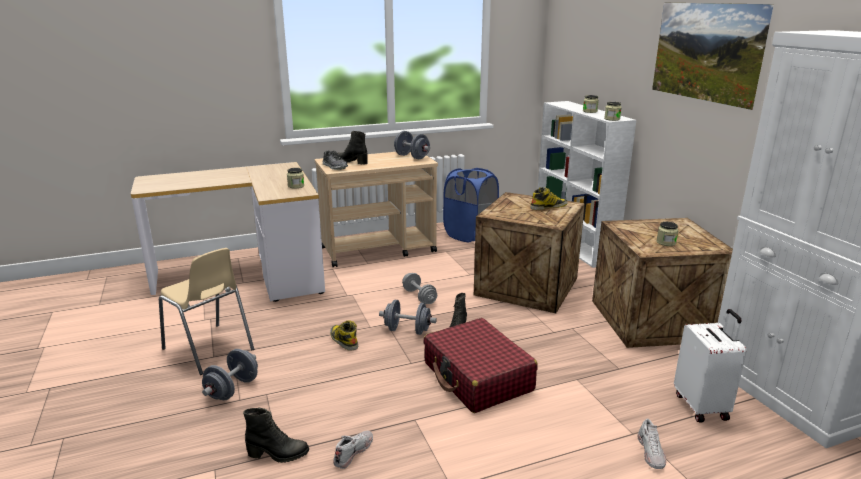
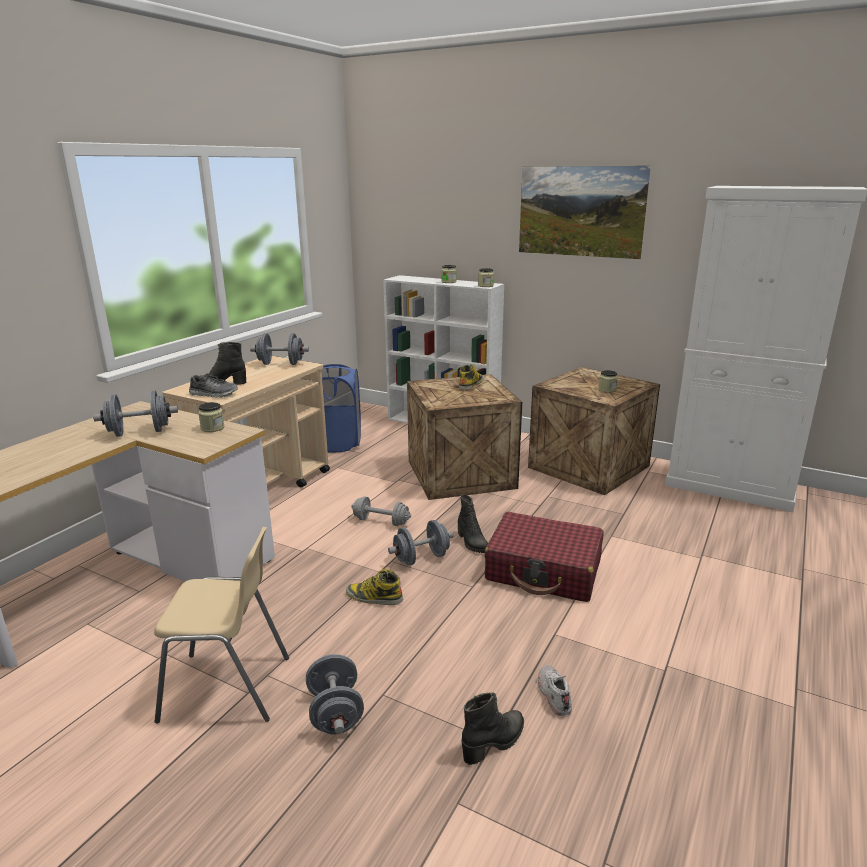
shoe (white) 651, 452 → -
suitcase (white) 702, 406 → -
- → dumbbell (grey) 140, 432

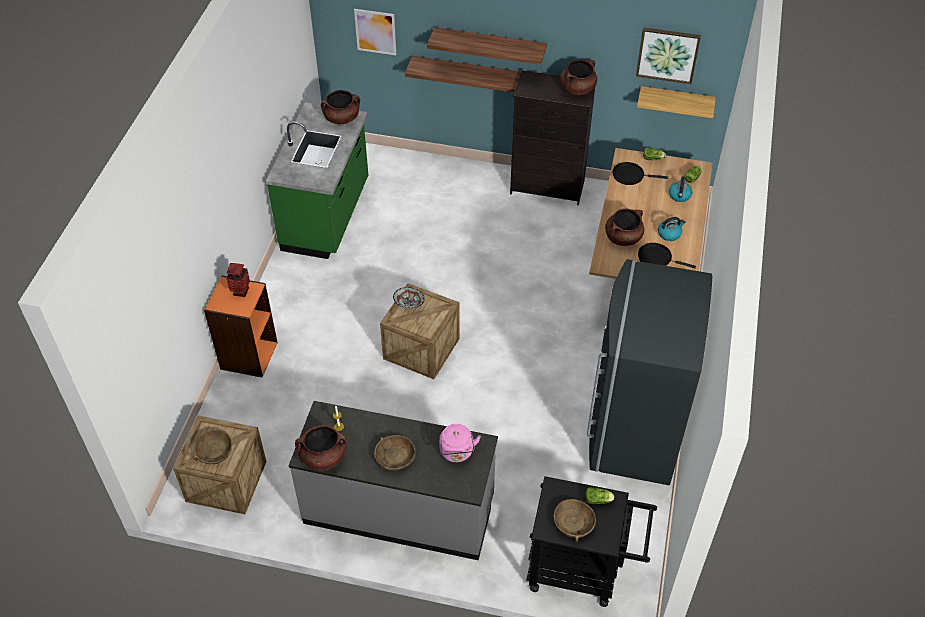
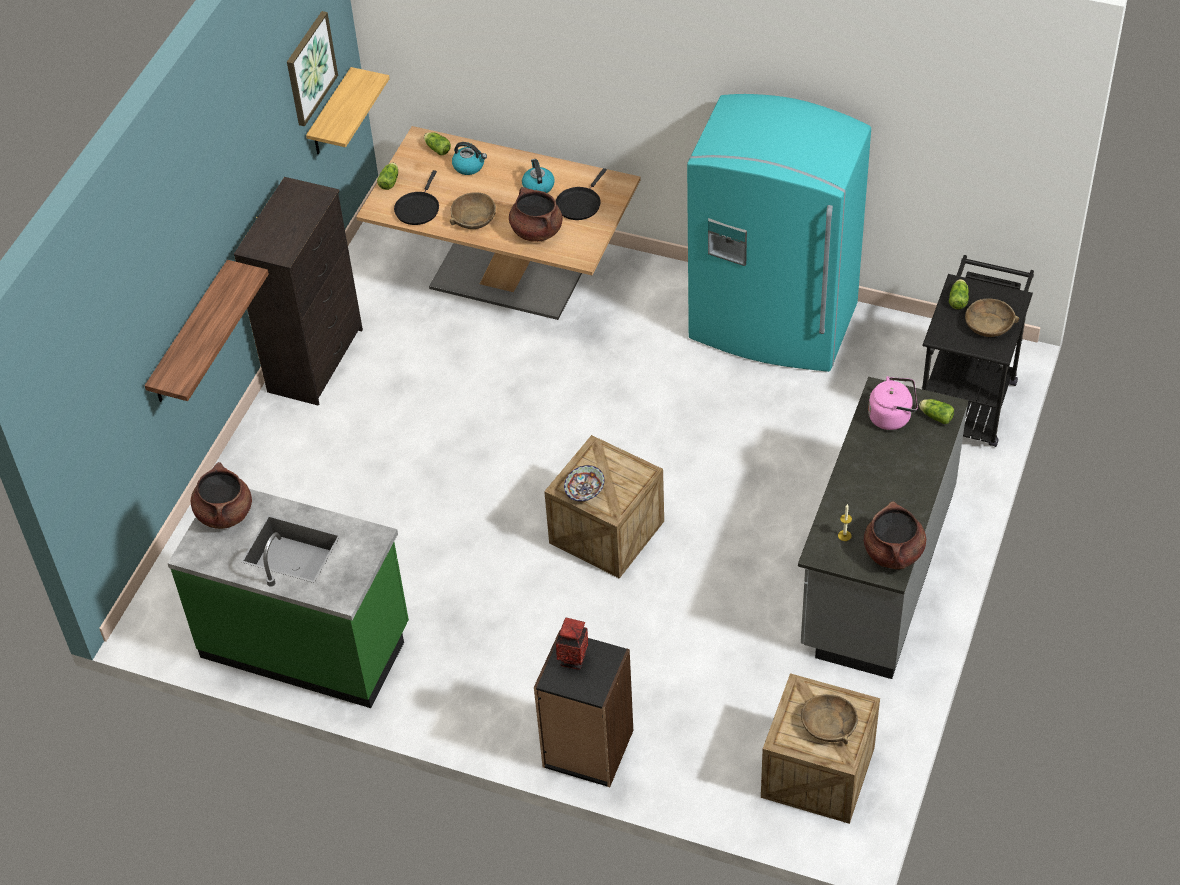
picture 375, 32 → -
shelf 489, 45 → -
cooking pot (brown) 577, 89 → -
- → lettuce 935, 416
bowl (brown) 394, 457 → bowl (brown) 473, 217, move
bookcase (orange) 248, 355 → bookcase (black) 587, 749
fridge (grey) 633, 431 → fridge (turquoise) 772, 324

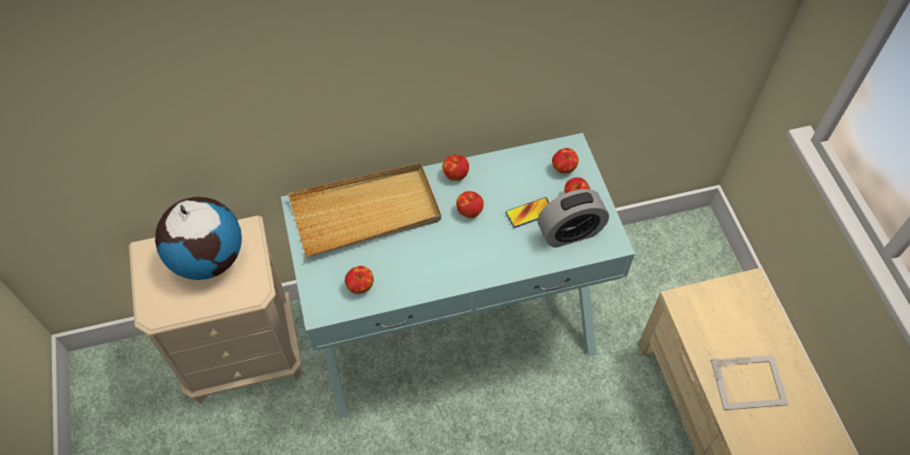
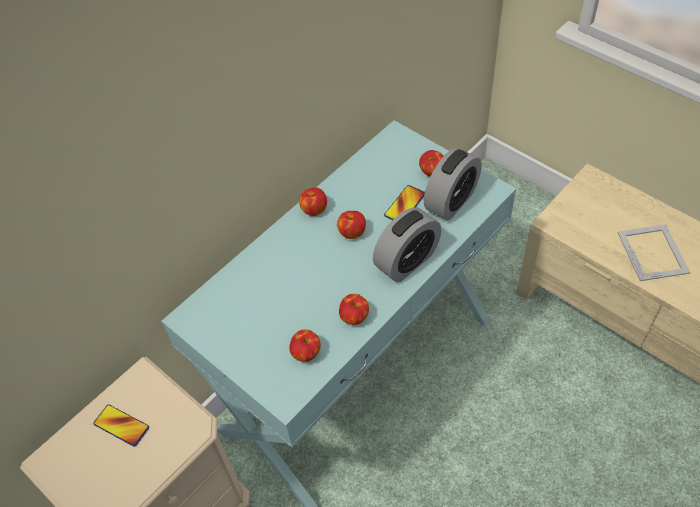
tray (beige) 366, 213 → -
- → alarm clock 407, 261
apple 564, 168 → apple 354, 317, move
globe 209, 258 → phone 121, 426
picture frame 750, 383 → picture frame 653, 251, 60 degrees counterclockwise

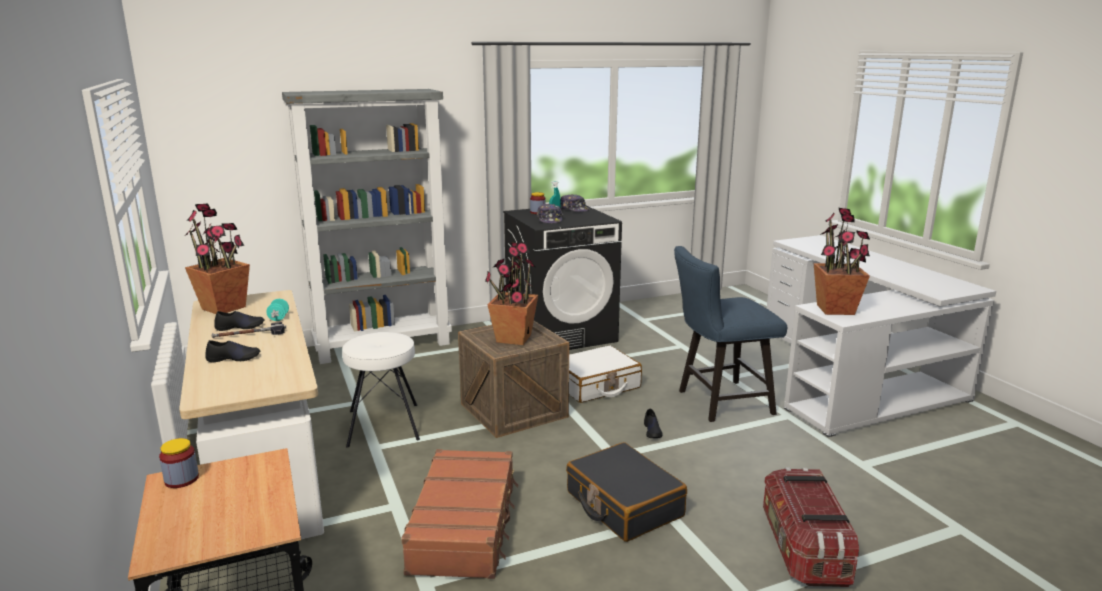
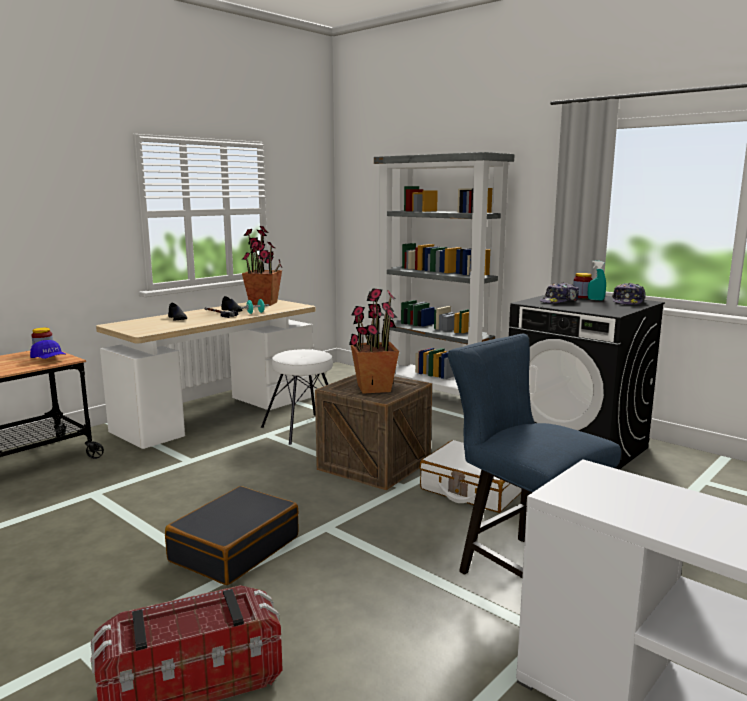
suitcase (brown) 465, 525 → -
shoe (black) 652, 431 → -
potted plant 836, 310 → -
- → cap (blue) 49, 359

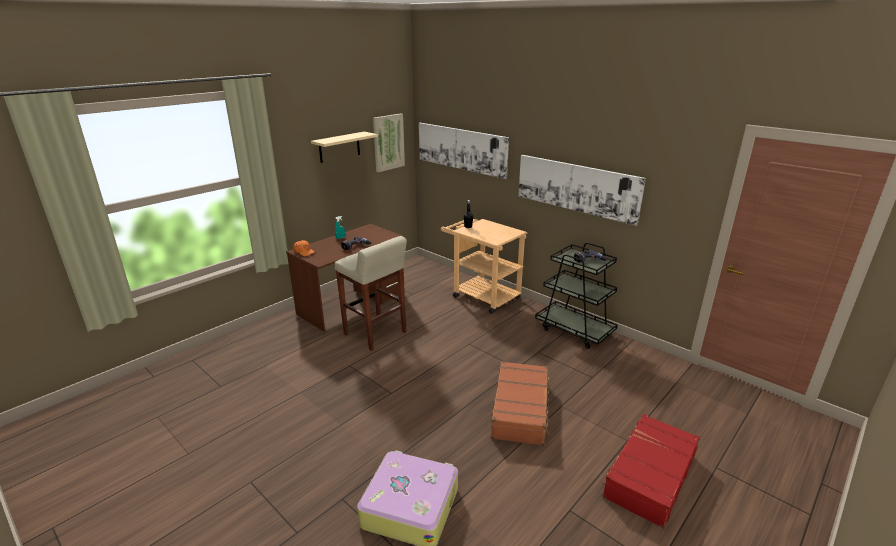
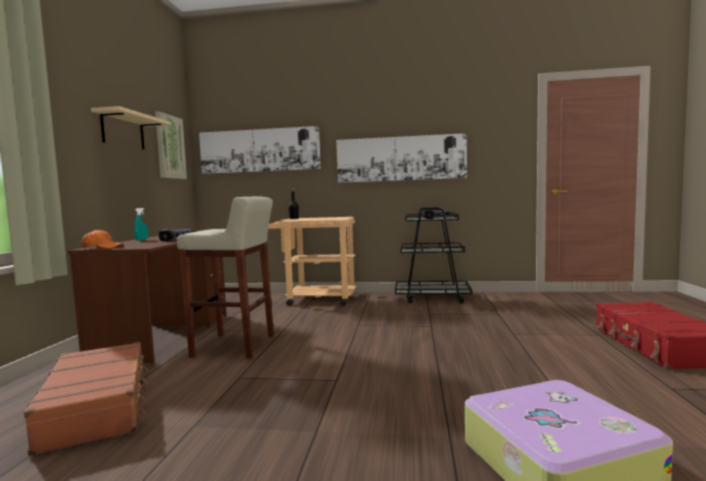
suitcase (brown) 521, 410 → suitcase (brown) 98, 406, move

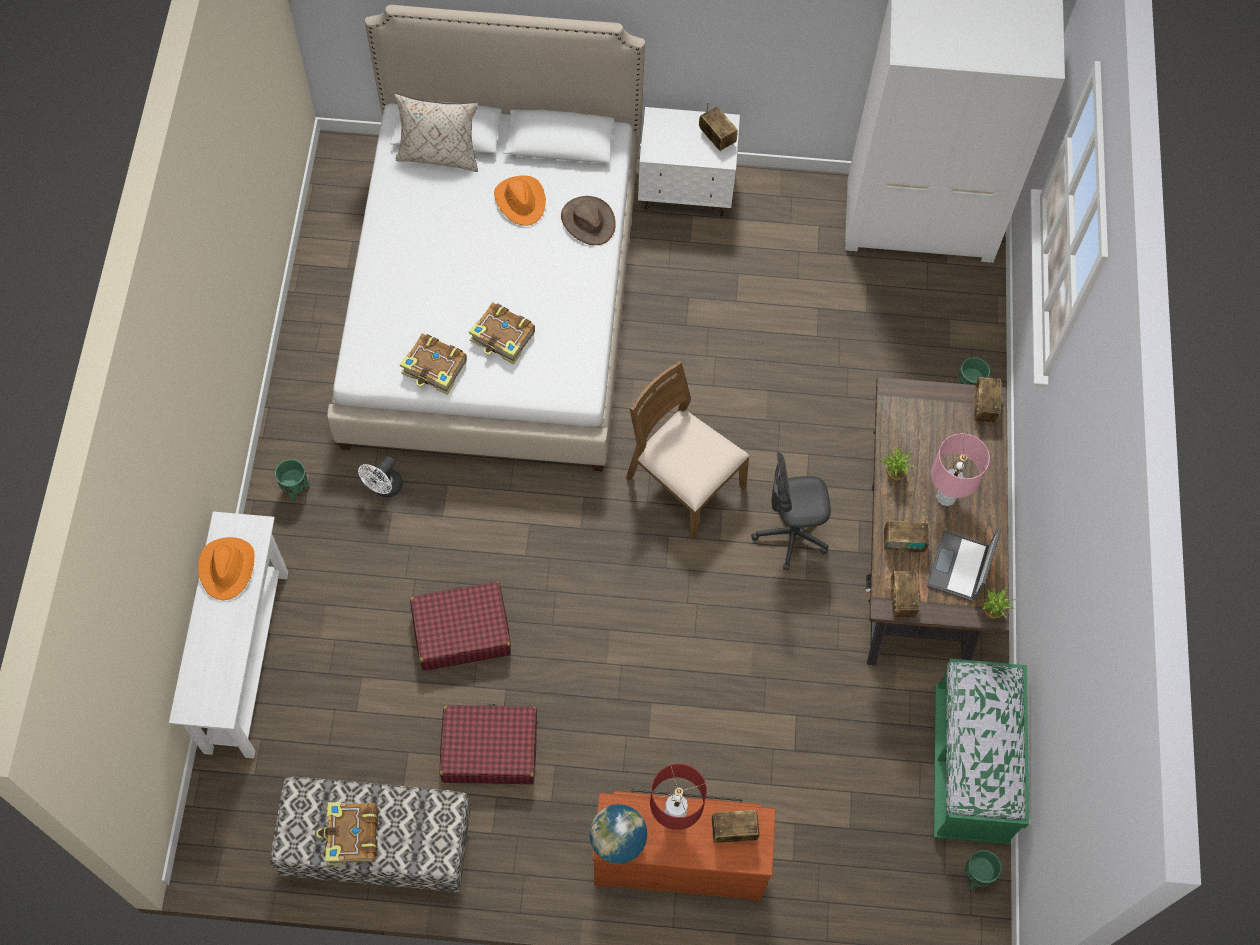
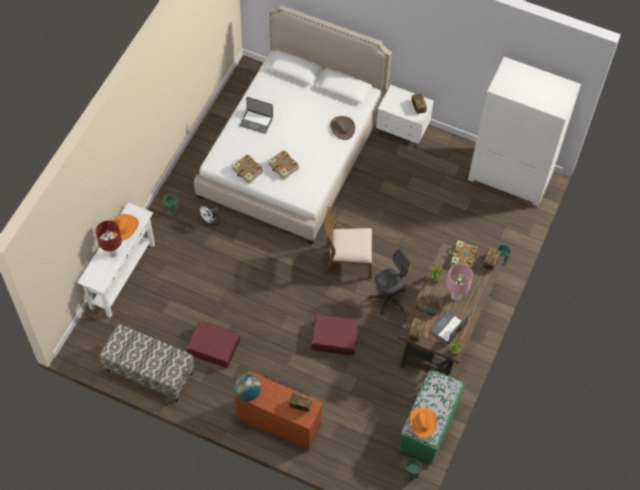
pillow (beige) 439, 155 → -
- → laptop 256, 121
book 351, 836 → book 462, 258, move
suitcase (red) 461, 631 → suitcase (red) 334, 338, move
hat (orange) 521, 201 → hat (orange) 423, 422, move
table lamp (red) 674, 816 → table lamp (red) 113, 253, move
chair (brown) 683, 483 → chair (brown) 347, 261, 60 degrees counterclockwise
office chair (grey) 790, 535 → office chair (grey) 388, 299, 135 degrees clockwise

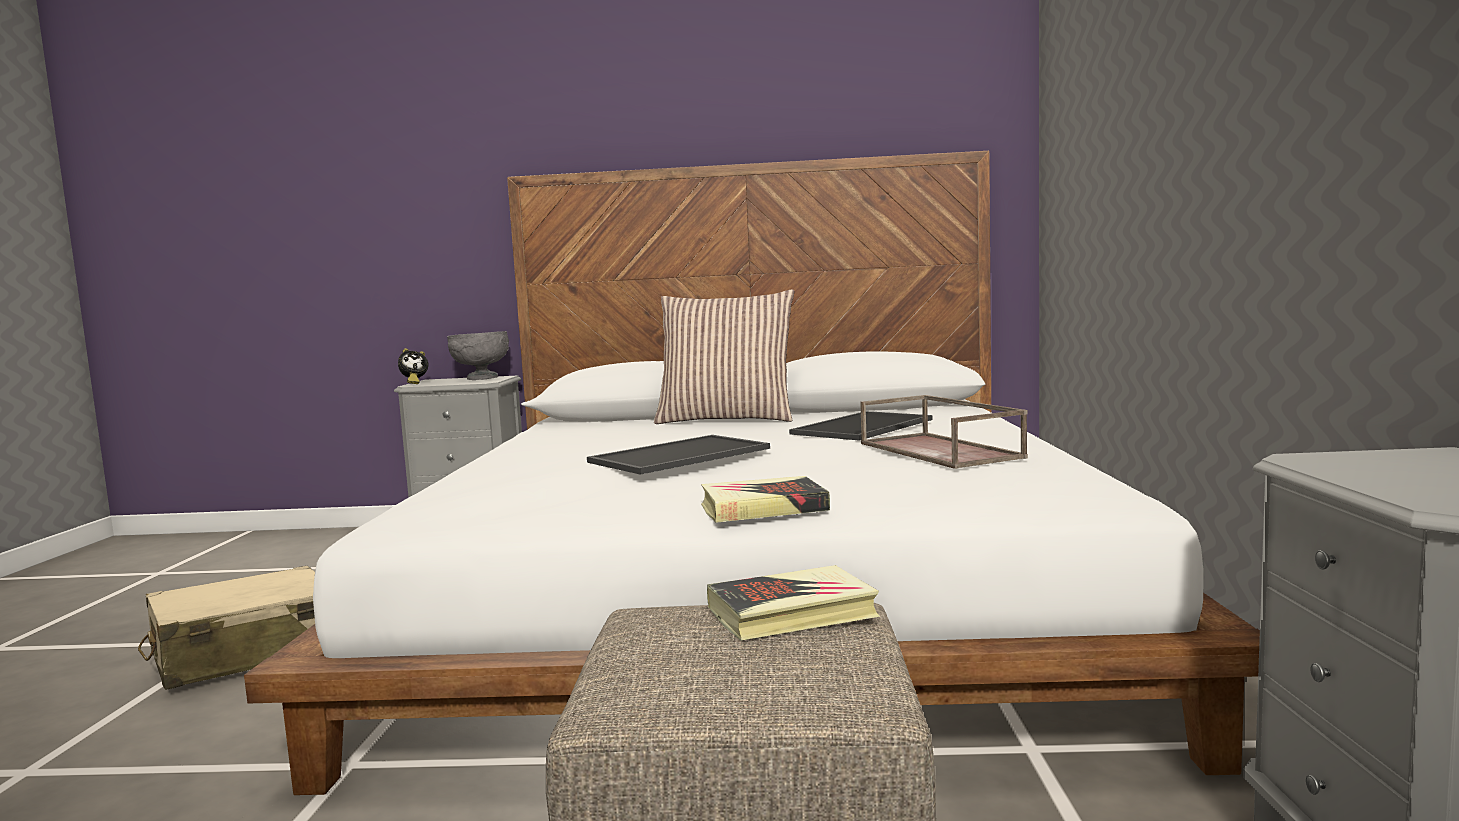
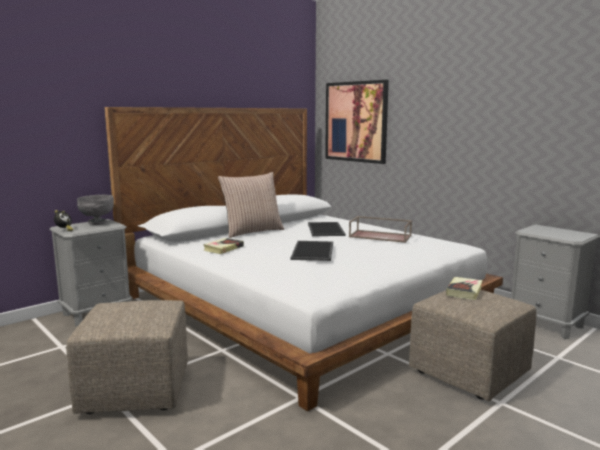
- → picture 356, 122
book 763, 508 → book 223, 248, move
suitcase (beige) 246, 653 → ottoman (beige) 136, 391

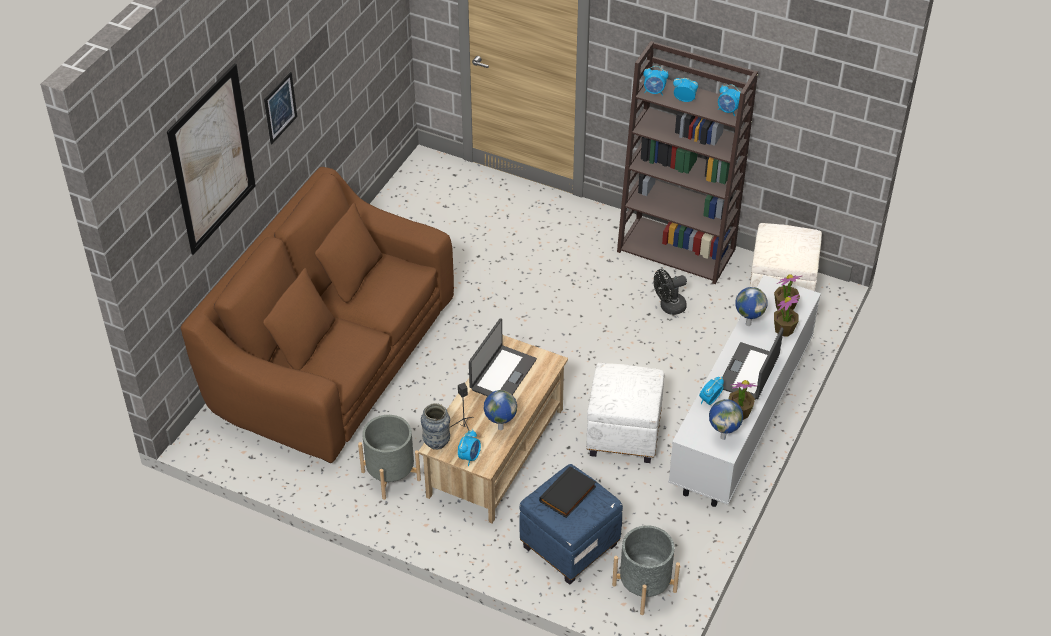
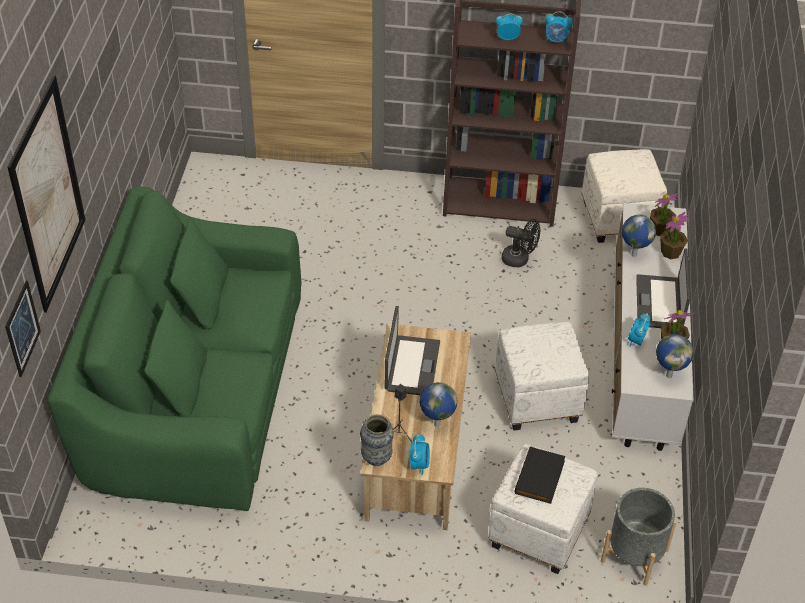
planter (grey) 391, 475 → -
alarm clock 654, 92 → -
picture 280, 108 → picture 22, 328, move
sofa (brown) 332, 359 → sofa (green) 196, 395
ottoman (blue) 569, 547 → ottoman (white) 539, 533
fan (black) 669, 307 → fan (black) 519, 259, 120 degrees counterclockwise

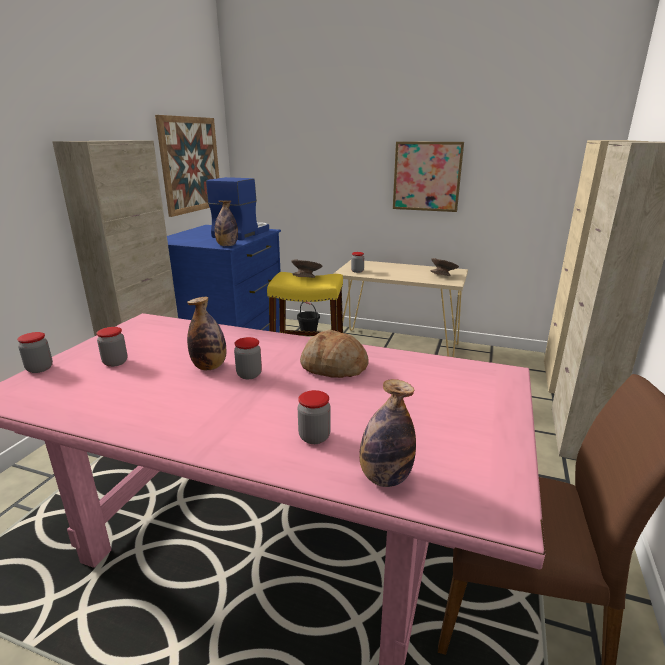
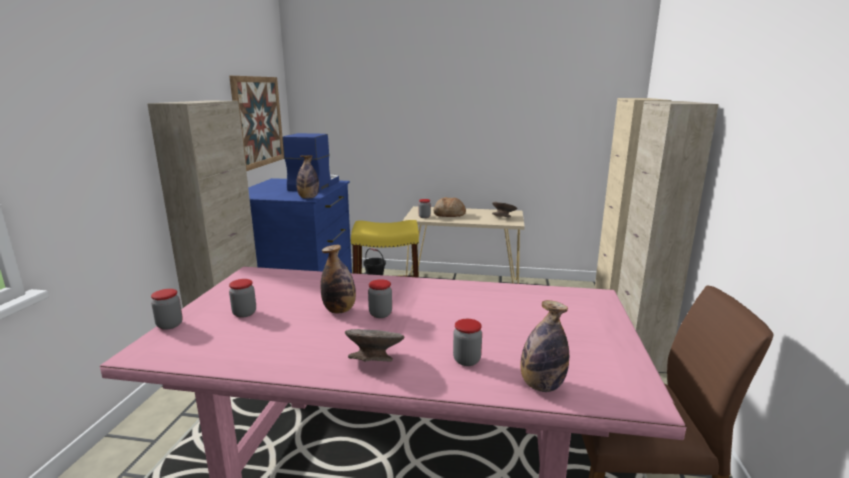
picture 427, 176 → -
bowl (grey) 306, 278 → bowl (grey) 374, 360, move
bread 333, 367 → bread 449, 214, move

